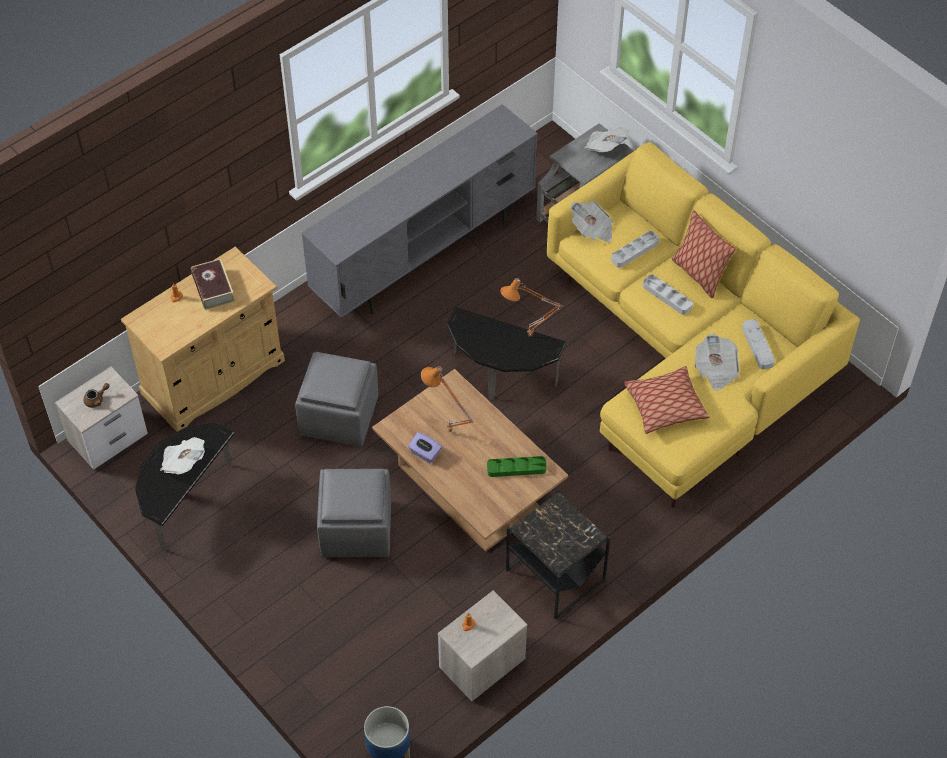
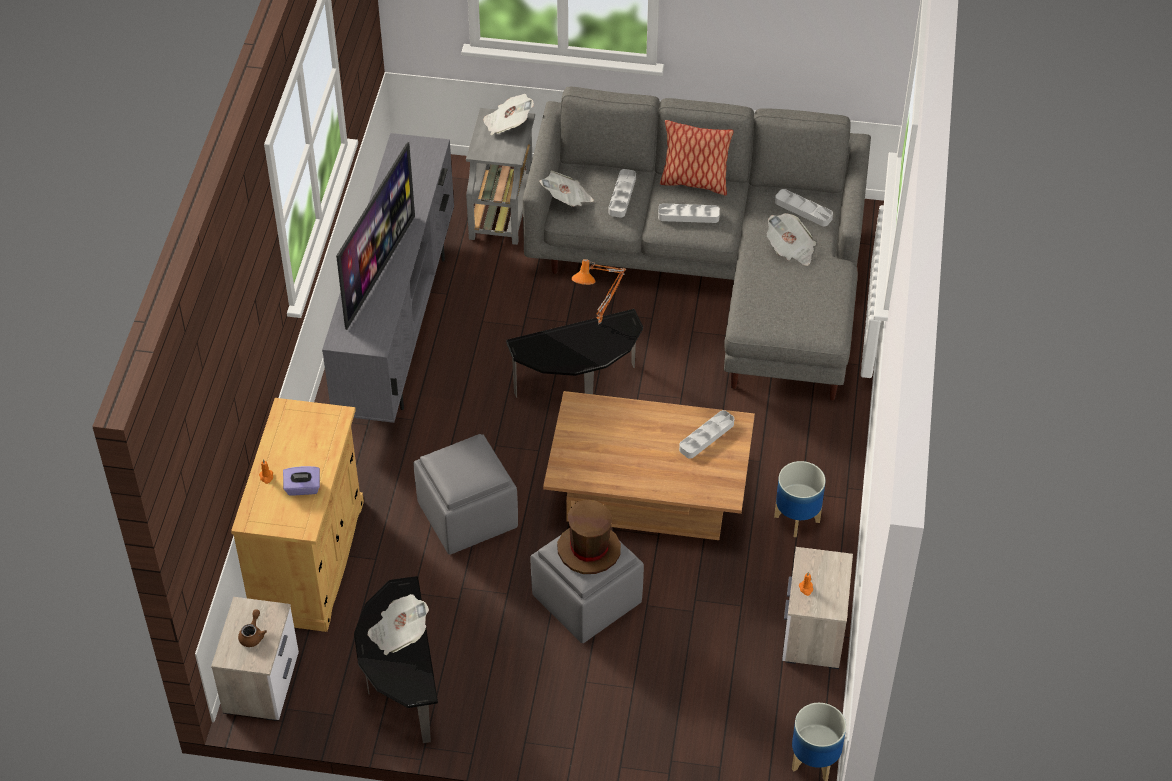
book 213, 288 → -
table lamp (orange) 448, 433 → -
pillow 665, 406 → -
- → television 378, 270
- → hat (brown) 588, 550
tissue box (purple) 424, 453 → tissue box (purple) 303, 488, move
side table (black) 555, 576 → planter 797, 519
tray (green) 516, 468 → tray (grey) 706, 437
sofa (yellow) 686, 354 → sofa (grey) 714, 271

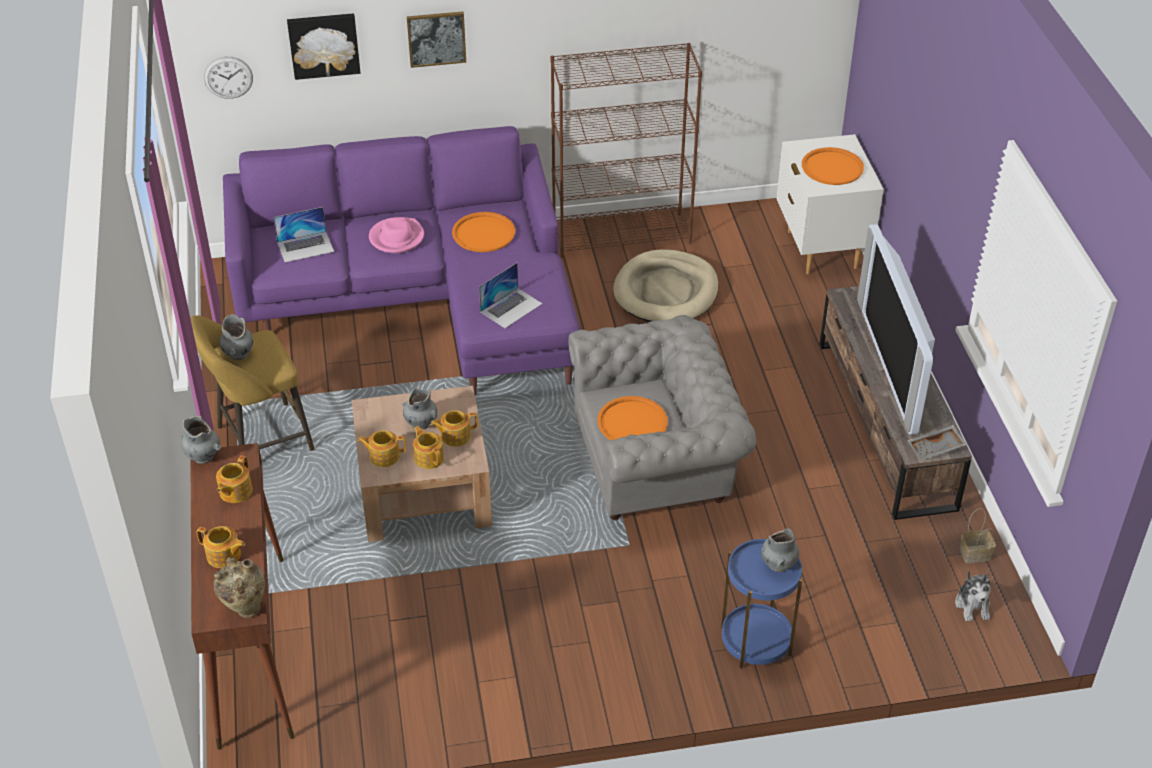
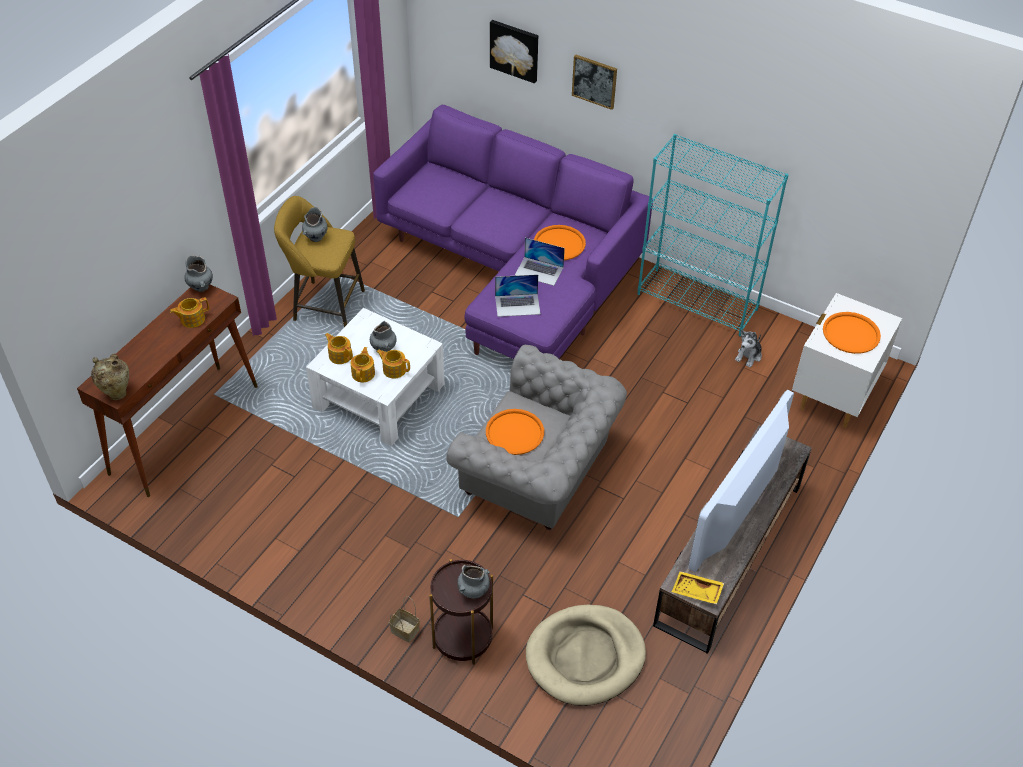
teapot 224, 556 → -
wall clock 228, 77 → -
hat (pink) 396, 238 → -
laptop 305, 247 → laptop 539, 271, move
dog bed (beige) 666, 291 → dog bed (beige) 585, 657, move
plush toy 972, 605 → plush toy 748, 356, move
basket 974, 554 → basket 404, 630, move
coffee table (brown) 423, 490 → coffee table (white) 379, 396
bookcase (brown) 622, 234 → bookcase (turquoise) 698, 302
side table (blue) 756, 641 → side table (brown) 463, 638
tray (grey) 936, 449 → tray (yellow) 696, 592

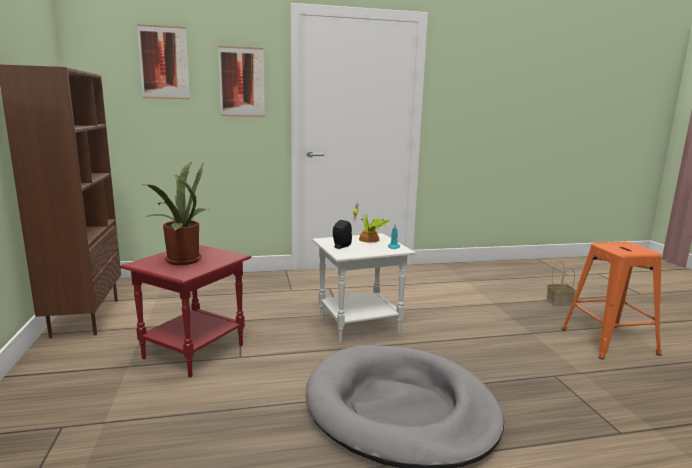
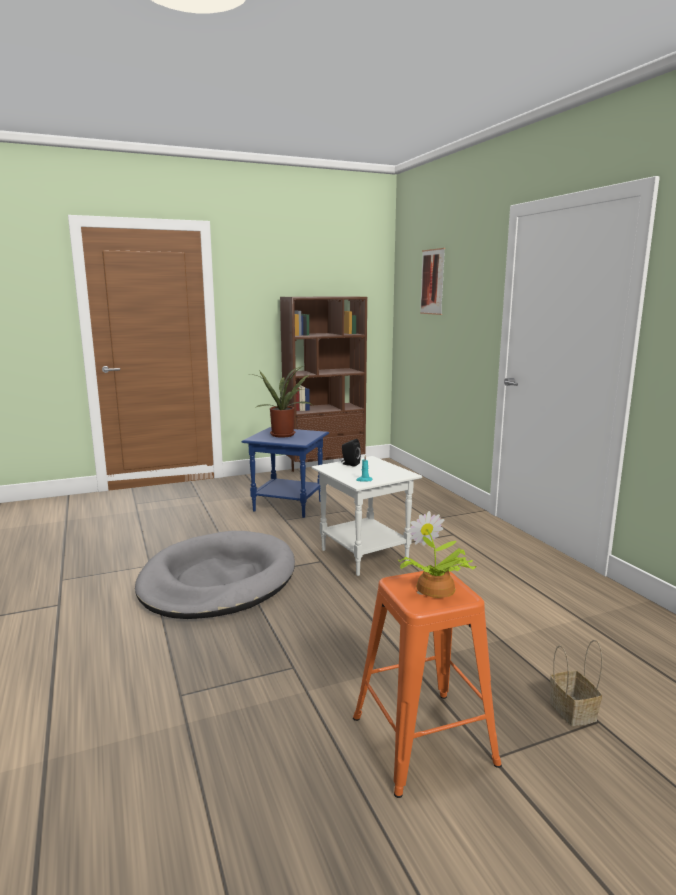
picture 242, 82 → -
potted plant 370, 240 → potted plant 435, 589, move
side table (red) 194, 351 → side table (blue) 289, 506

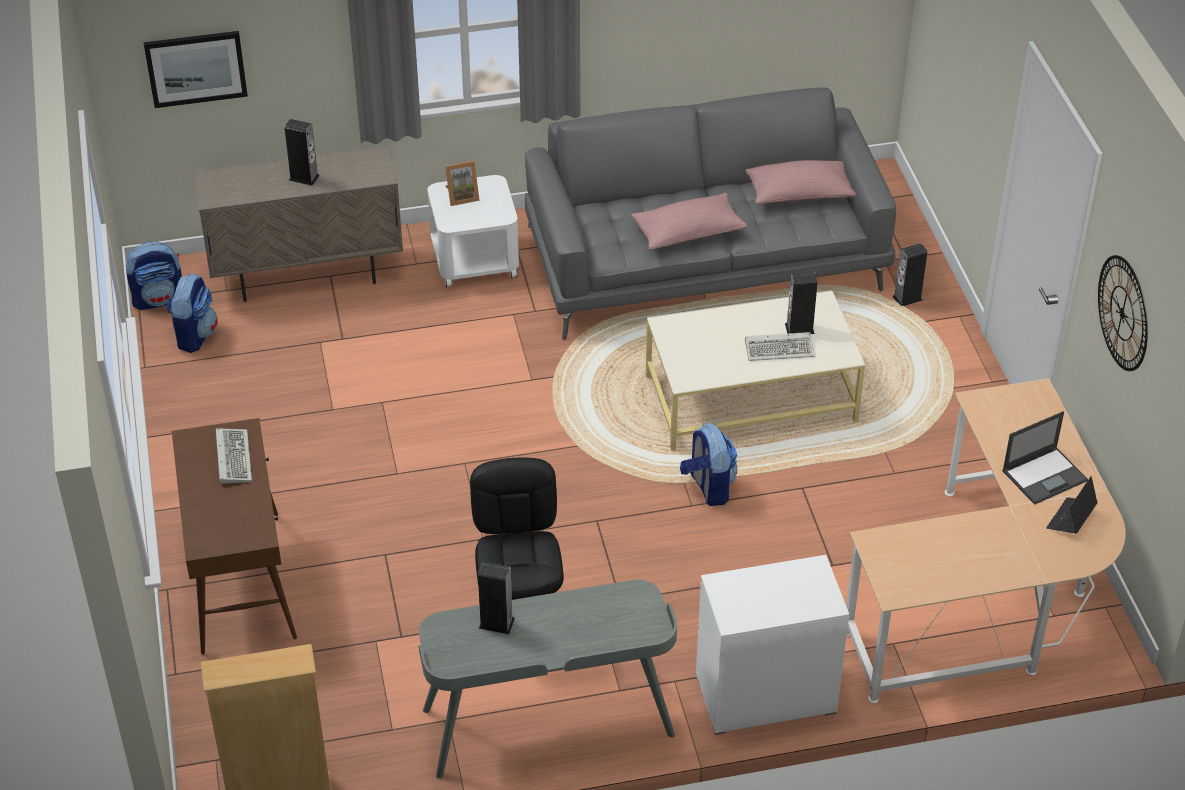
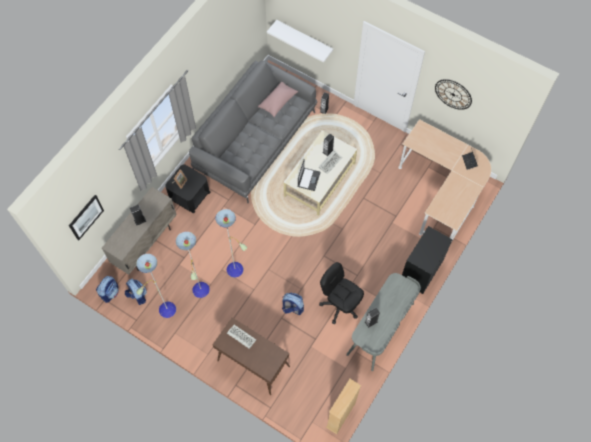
pillow (pink) 688, 233 → -
- → floor lamp 201, 290
- → shelf (white) 304, 38
backpack 708, 487 → backpack 292, 308, move
laptop 1045, 475 → laptop 309, 179, move
side table (white) 474, 258 → side table (black) 189, 195
dresser (white) 764, 695 → dresser (black) 421, 271

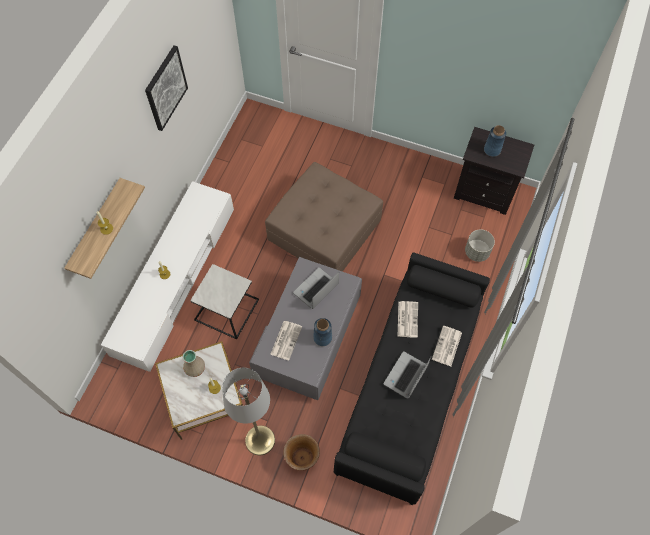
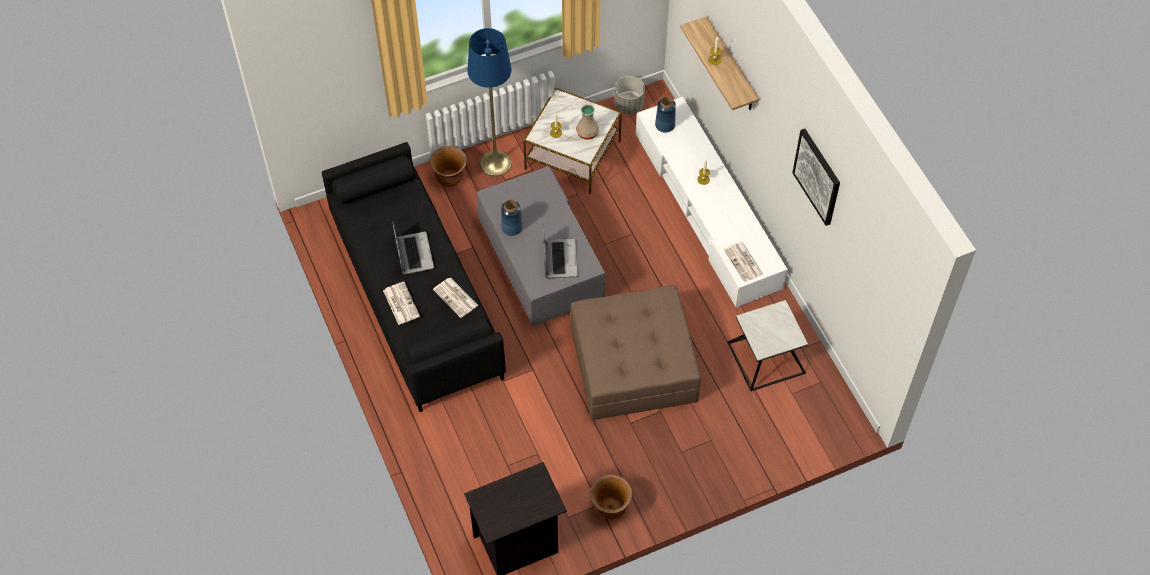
- → planter (brown) 610, 508
side table 226, 309 → side table 766, 358, move
newspaper 286, 340 → newspaper 744, 262, move
planter (grey) 477, 252 → planter (grey) 629, 105, move
vase (blue) 492, 150 → vase (blue) 665, 125, move
floor lamp (grey) 260, 440 → floor lamp (blue) 495, 163

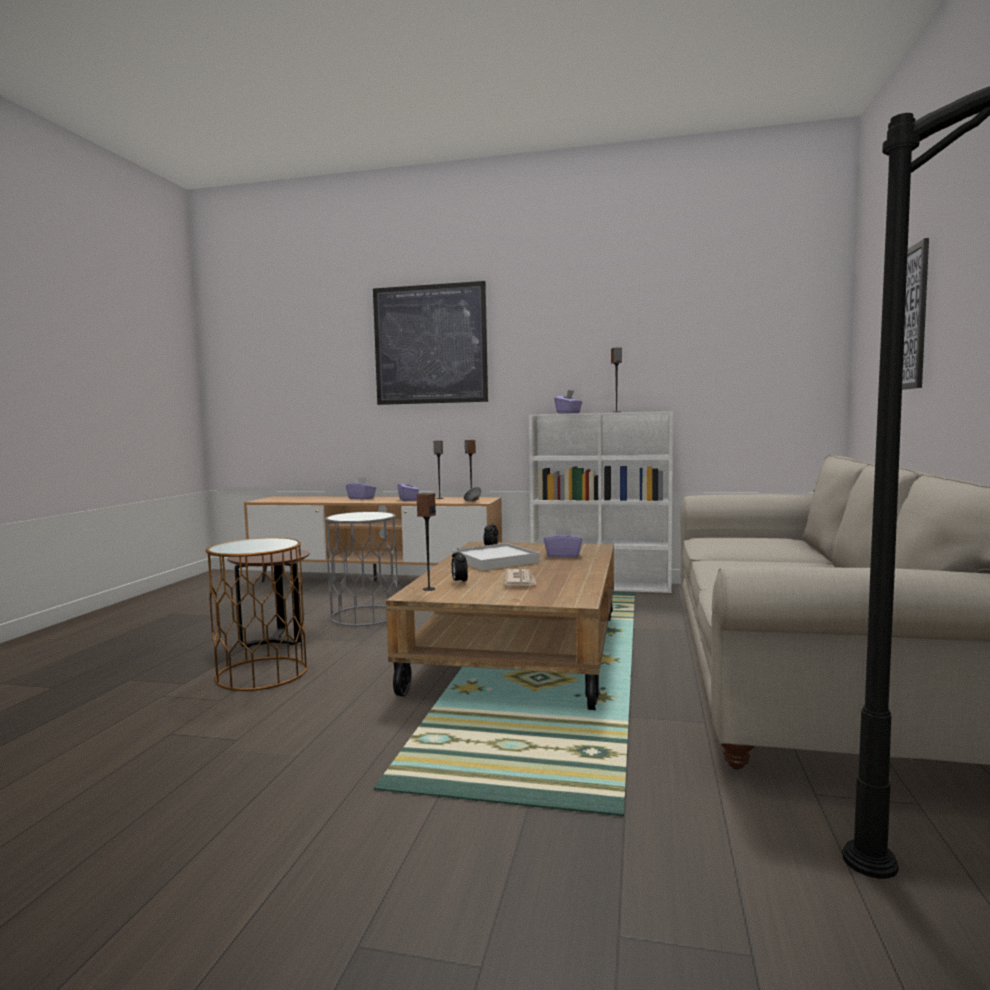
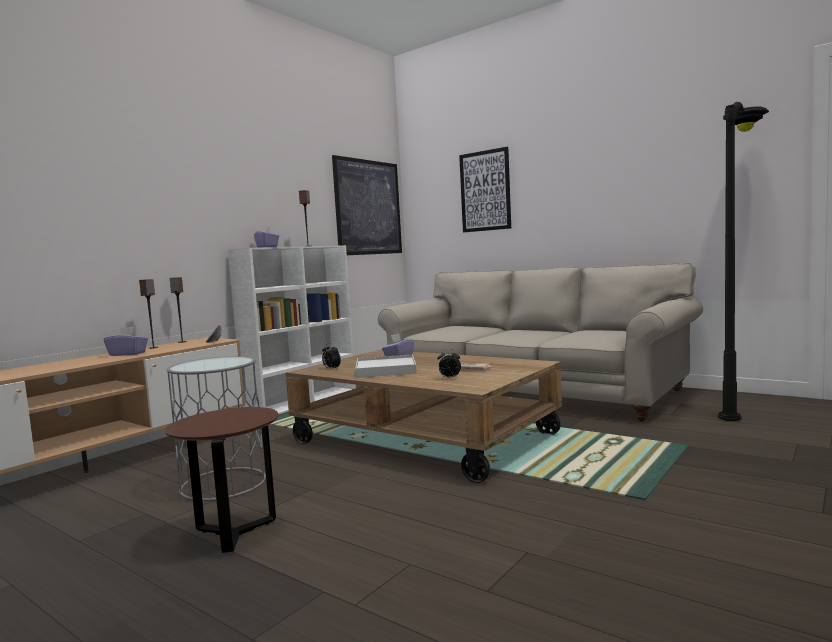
side table (brown) 262, 673 → -
tissue box (purple) 361, 498 → -
speaker 428, 589 → -
picture 430, 344 → picture 368, 207, move

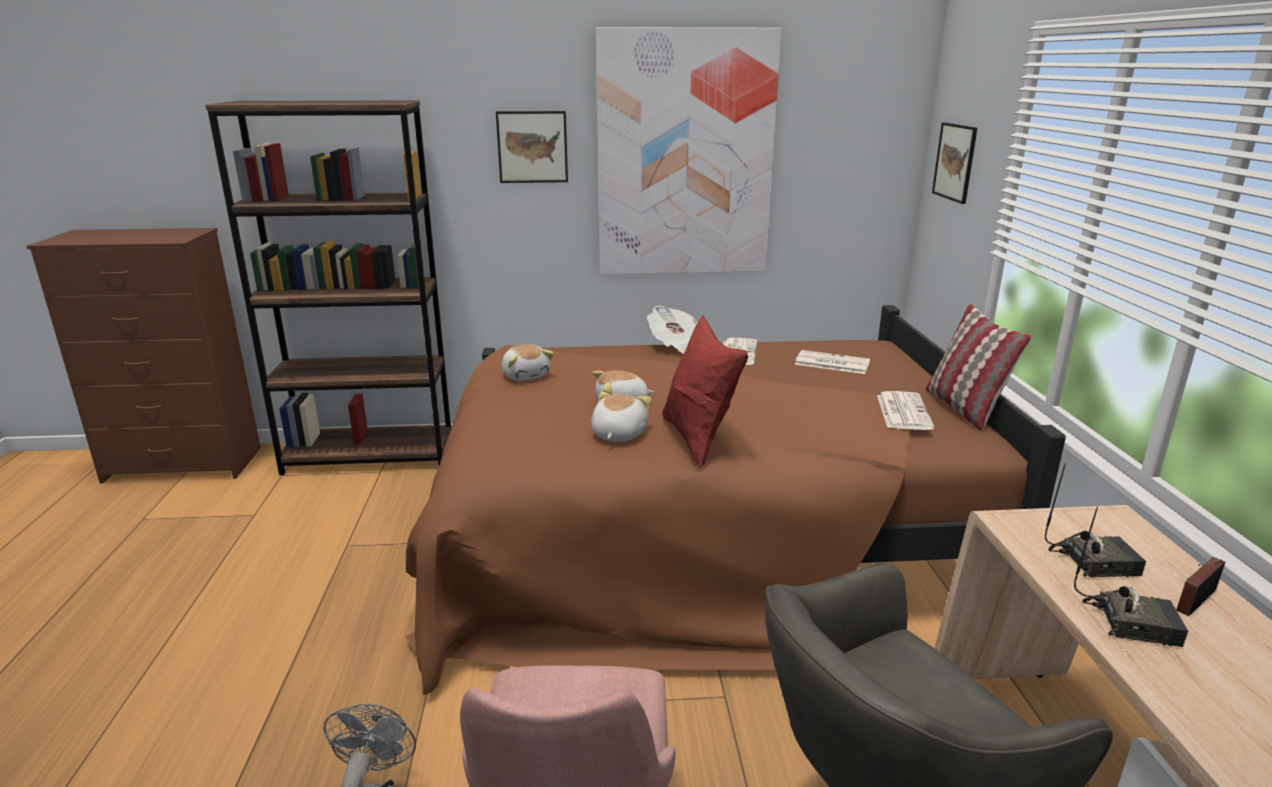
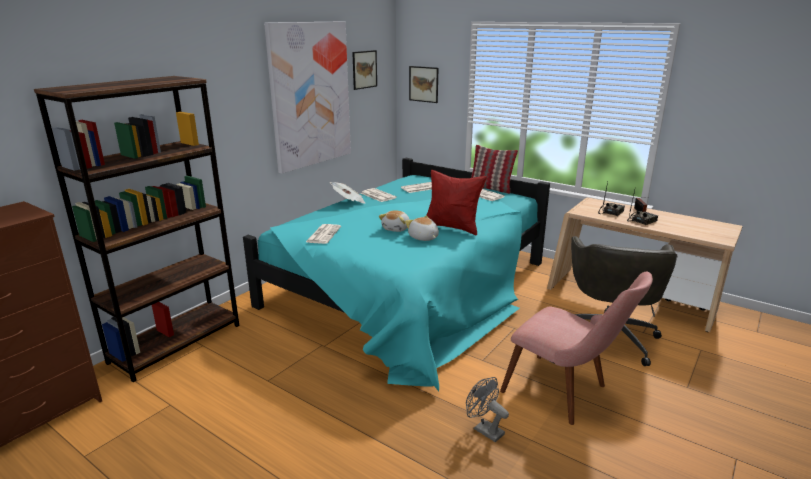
picture 532, 147 → picture 364, 69, move
plush toy 526, 375 → newspaper 323, 234
bed (brown) 699, 534 → bed (turquoise) 411, 288

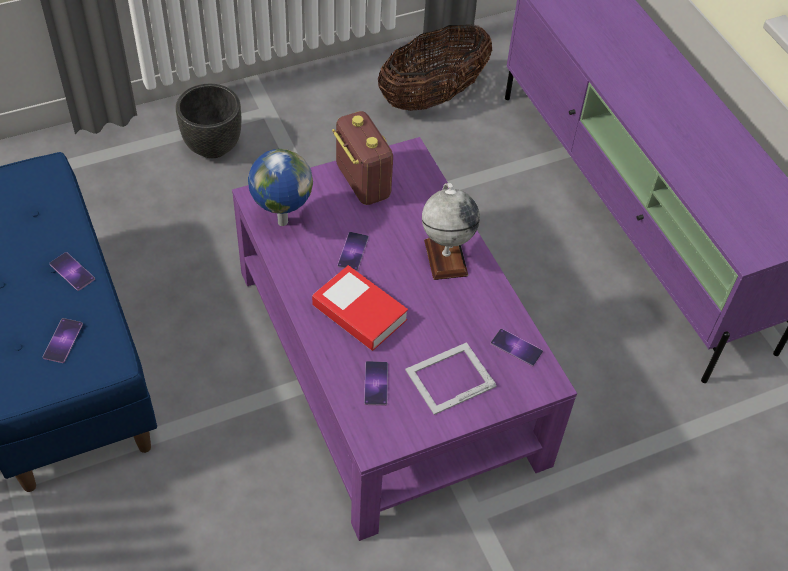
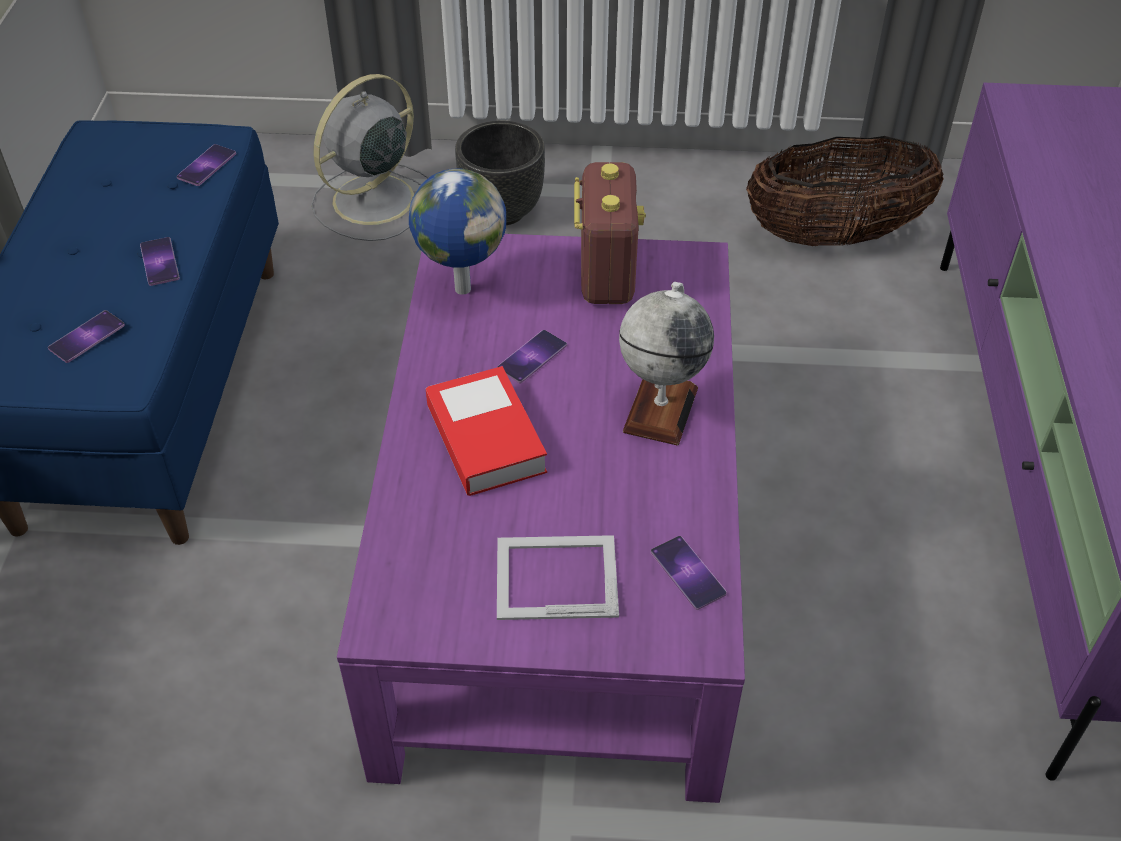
- → fan (grey) 370, 201
phone 376, 383 → phone 206, 165, move

